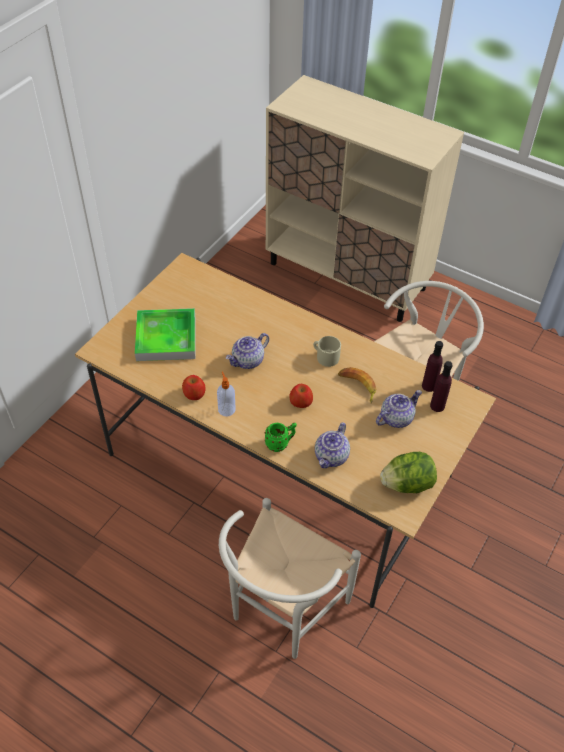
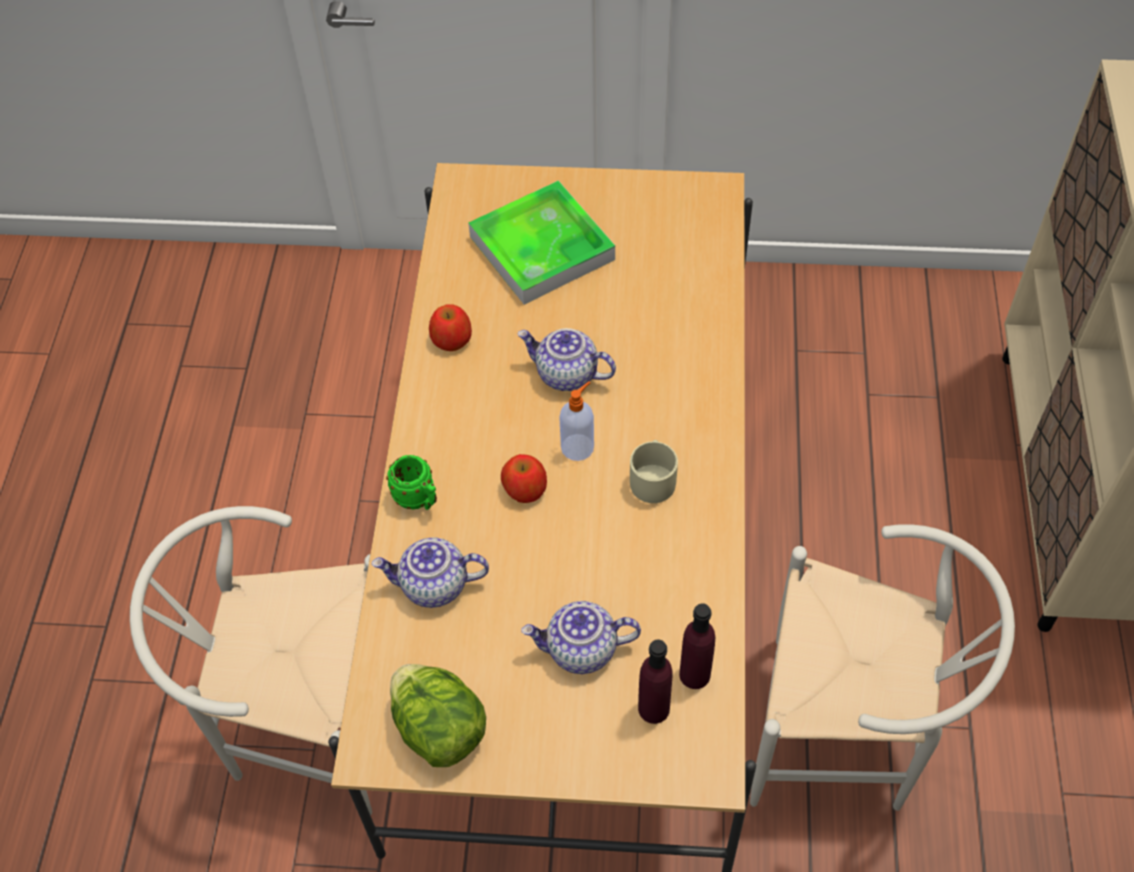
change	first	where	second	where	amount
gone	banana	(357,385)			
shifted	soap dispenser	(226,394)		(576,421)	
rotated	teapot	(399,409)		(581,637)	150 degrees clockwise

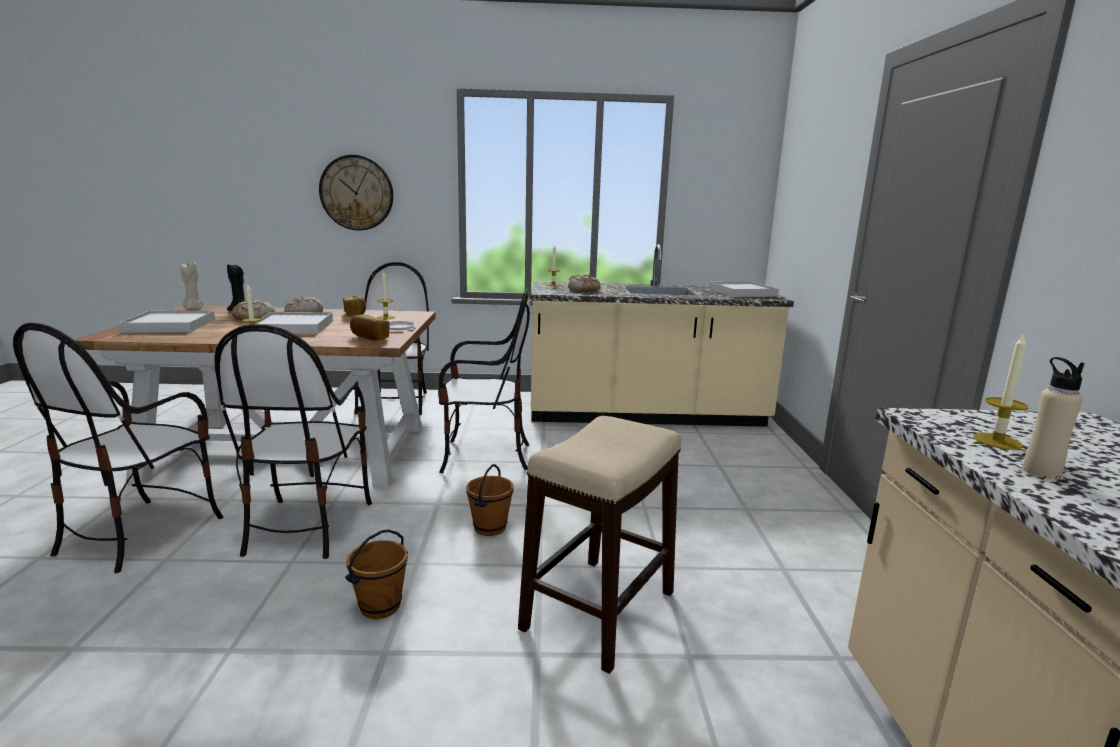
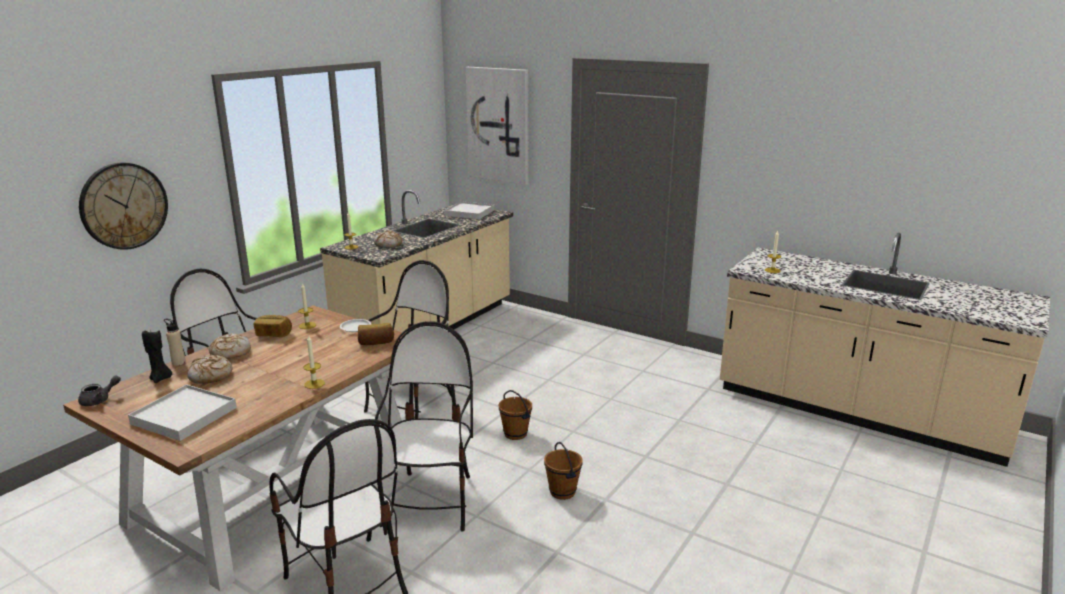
change	first	where	second	where	amount
gone	tray in white	(294,323)			
gone	stool	(599,545)			
new			picture	(497,126)	
shifted	bottle in beige	(1054,418)		(175,342)	
swapped	candle in beige	(191,285)	teapot in grey	(99,390)	
rotated	chair	(293,441)		(424,426)	120 degrees counterclockwise

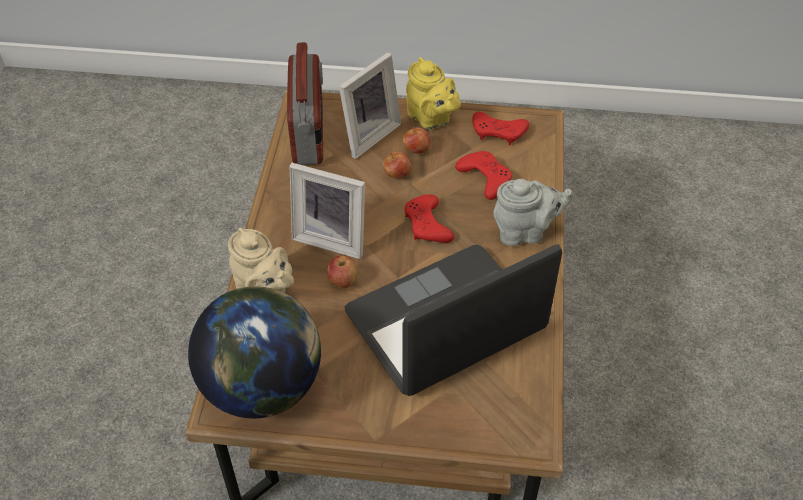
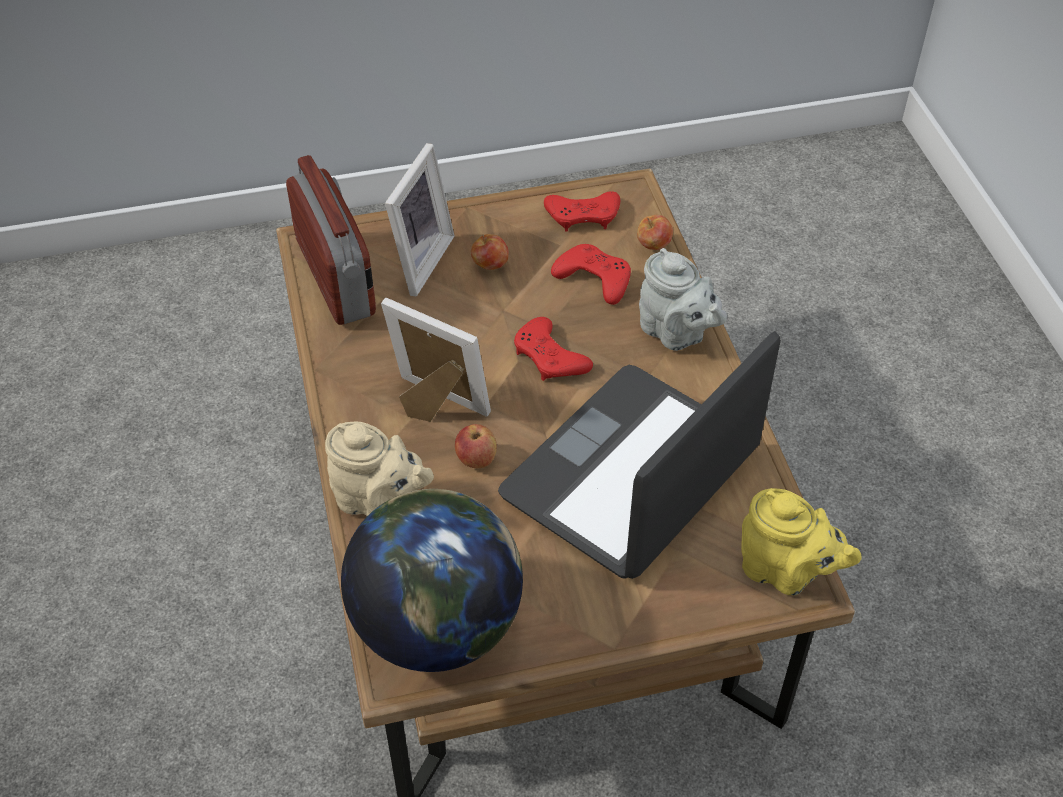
change	first	where	second	where	amount
shifted	apple	(397,165)		(655,232)	
shifted	teapot in yellow	(433,93)		(801,541)	
rotated	picture frame	(327,211)		(436,360)	150 degrees counterclockwise
rotated	teapot in grey	(534,212)		(683,299)	75 degrees clockwise

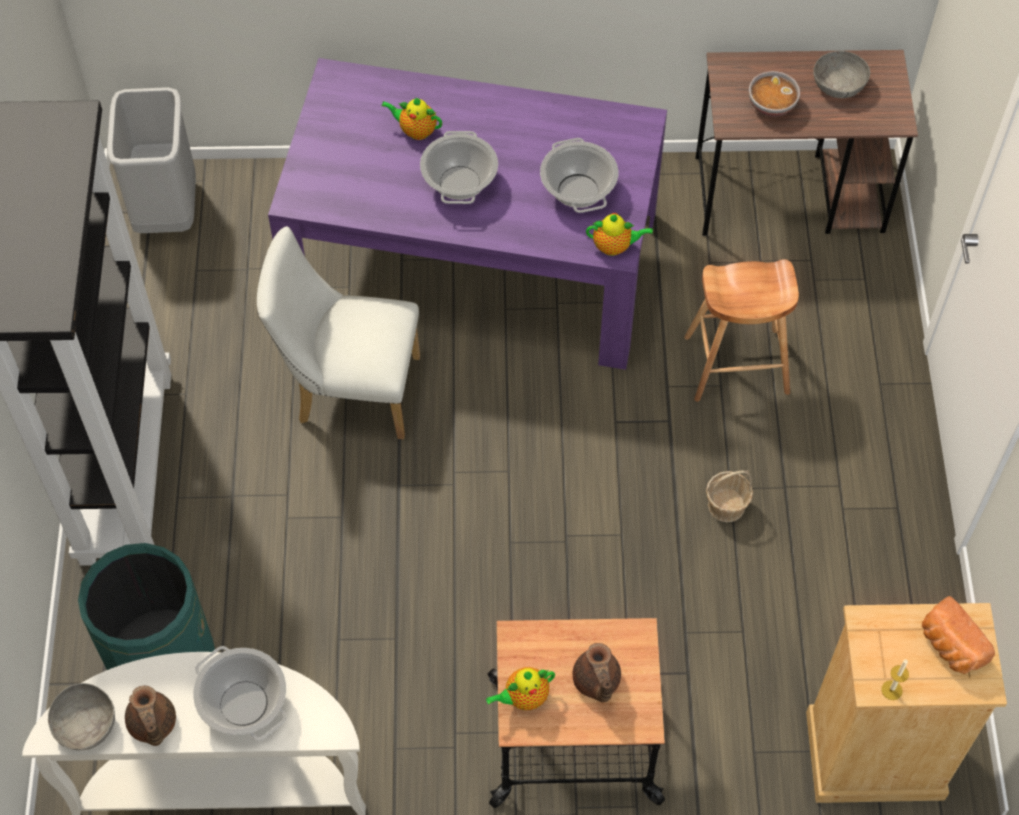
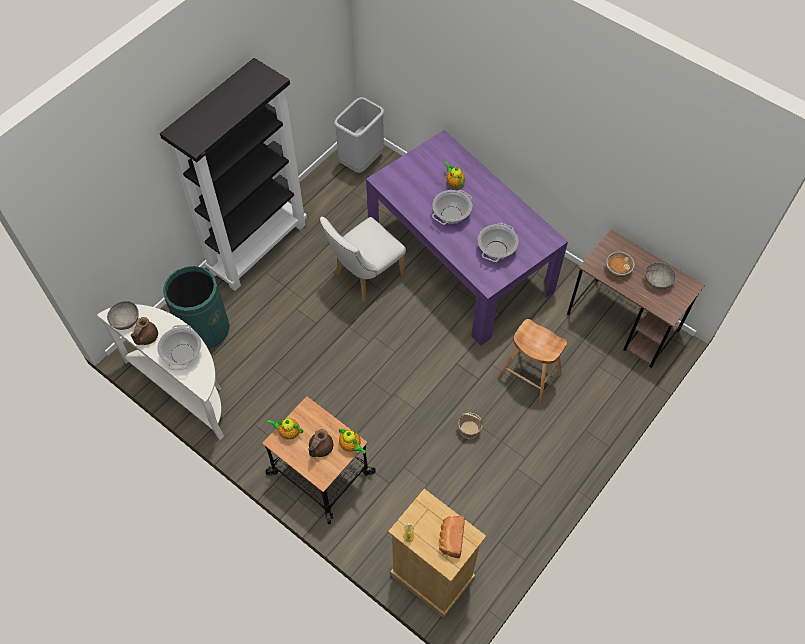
change	first	where	second	where	amount
shifted	teapot	(619,234)		(352,441)	
rotated	chair in white	(338,332)		(363,259)	90 degrees counterclockwise

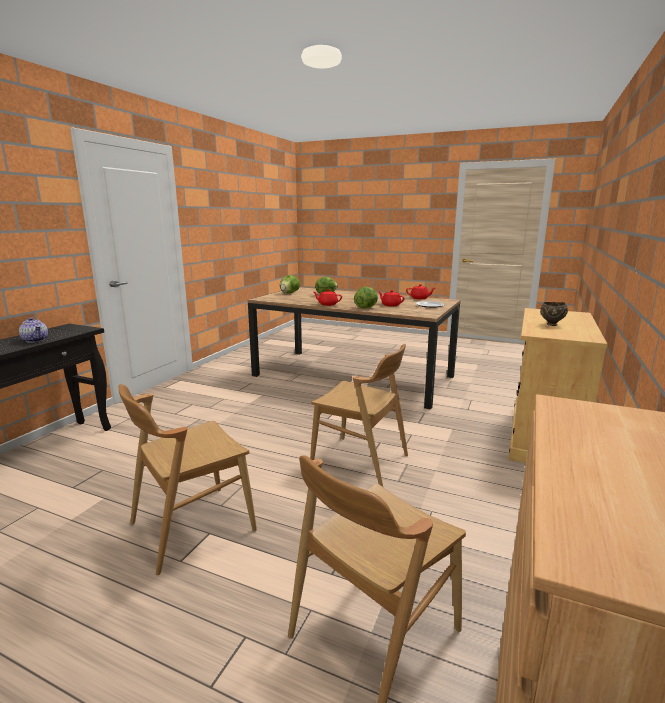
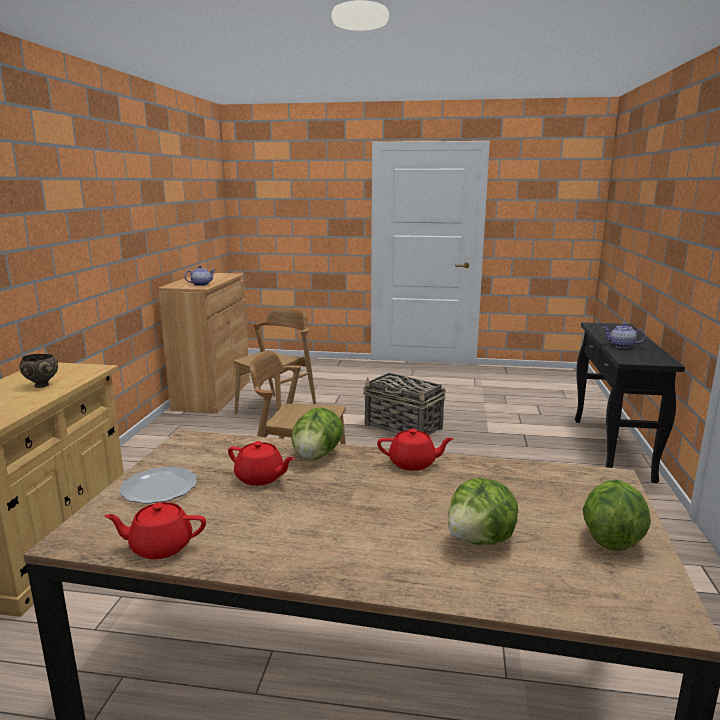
change	first	where	second	where	amount
new			teapot	(200,276)	
swapped	chair in brown	(188,479)	basket	(404,404)	

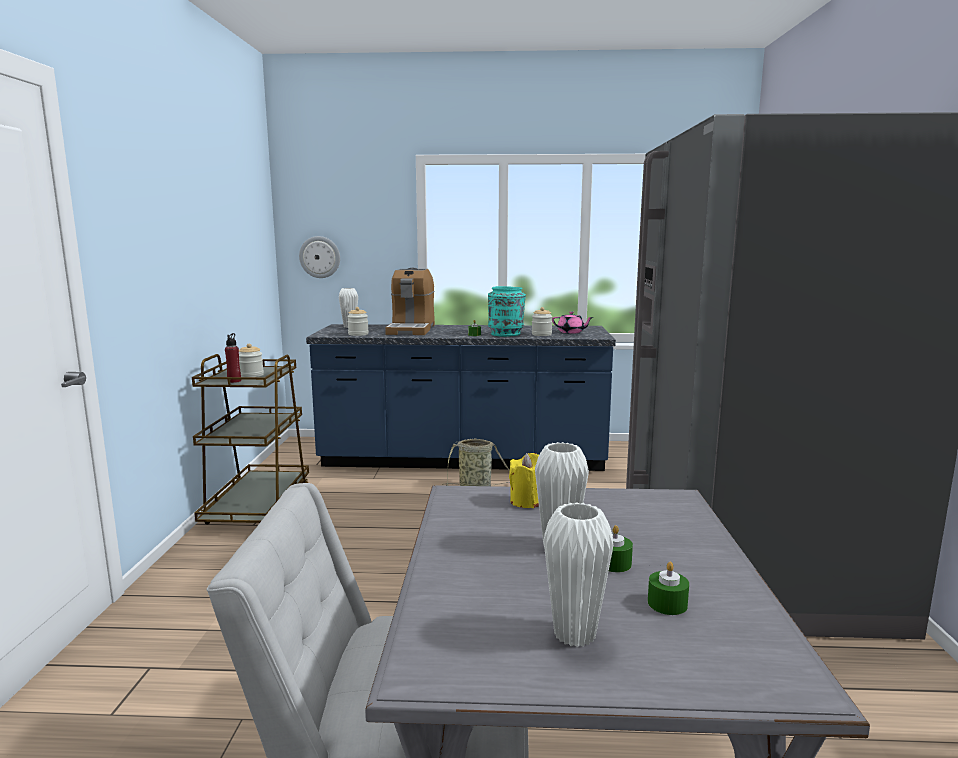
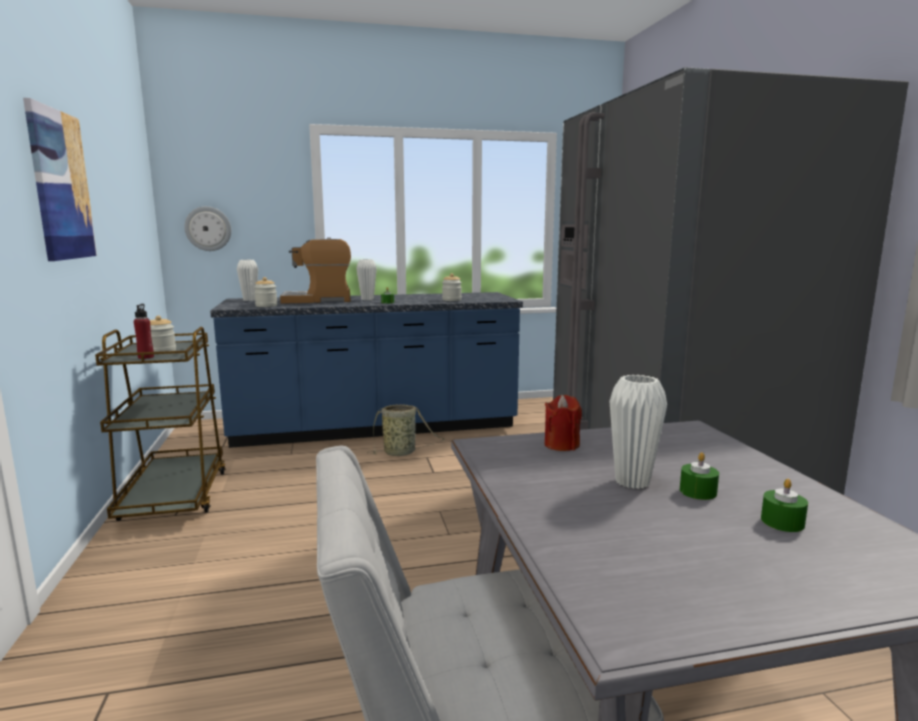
change	first	where	second	where	amount
gone	vase in turquoise	(507,311)			
gone	teapot in pink	(573,322)			
new			picture	(60,179)	
shifted	vase in white	(578,574)		(366,279)	
repainted	candle in yellow	(524,480)	candle in red	(563,423)	
rotated	coffee machine	(410,301)		(315,271)	90 degrees clockwise

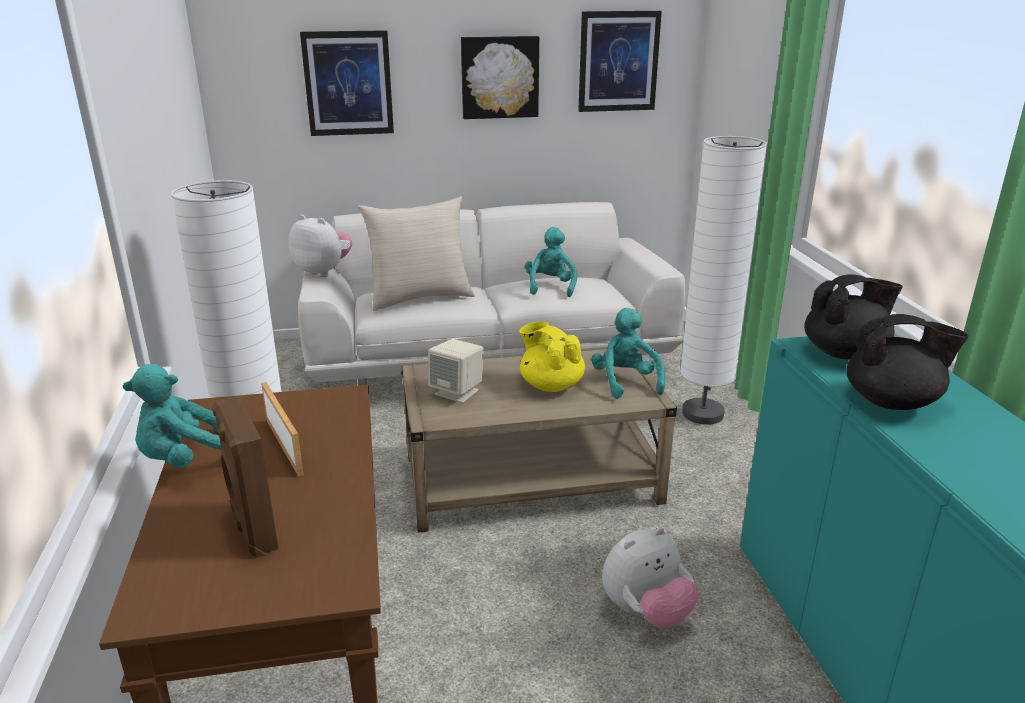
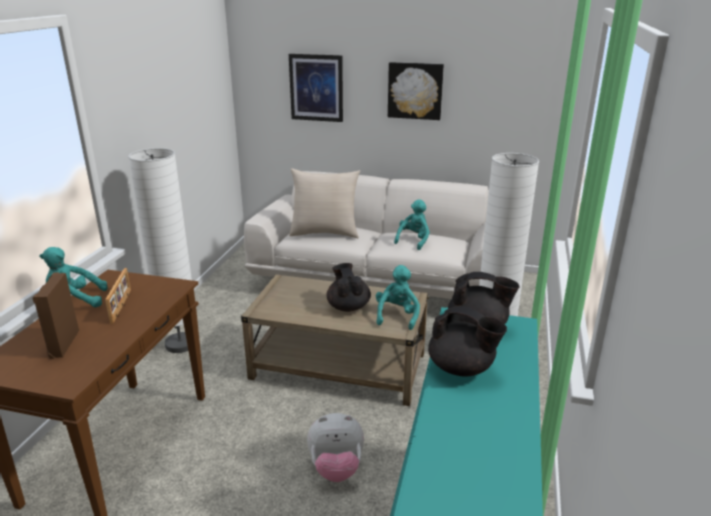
change	first	where	second	where	amount
gone	plush toy	(320,246)			
gone	speaker in beige	(456,371)			
gone	picture	(620,61)			
repainted	teapot in yellow	(552,356)	teapot in black	(348,287)	

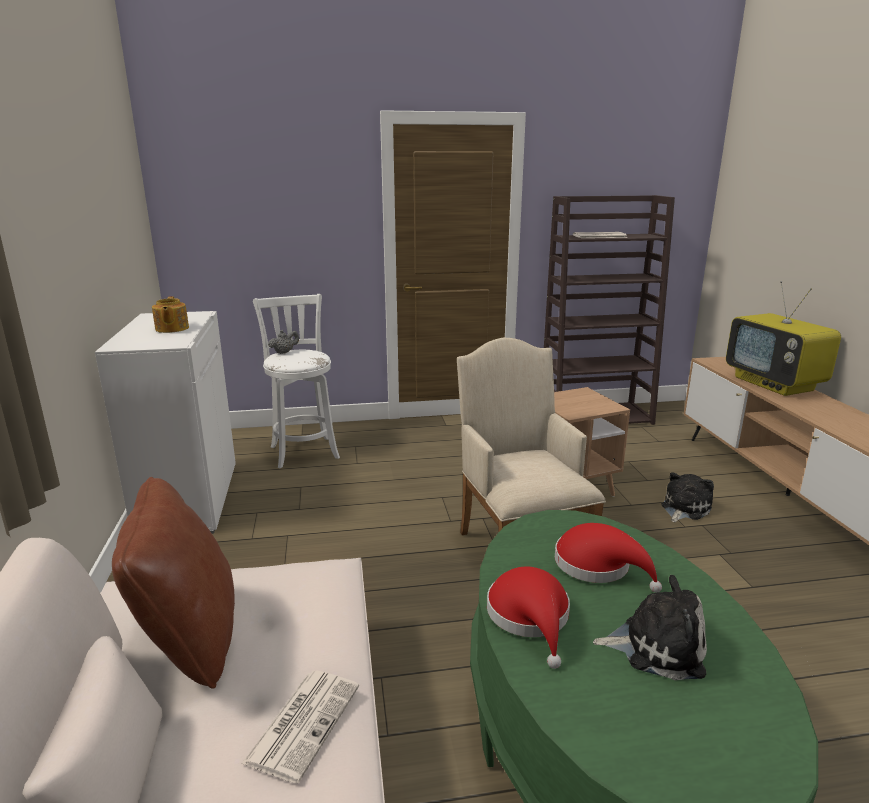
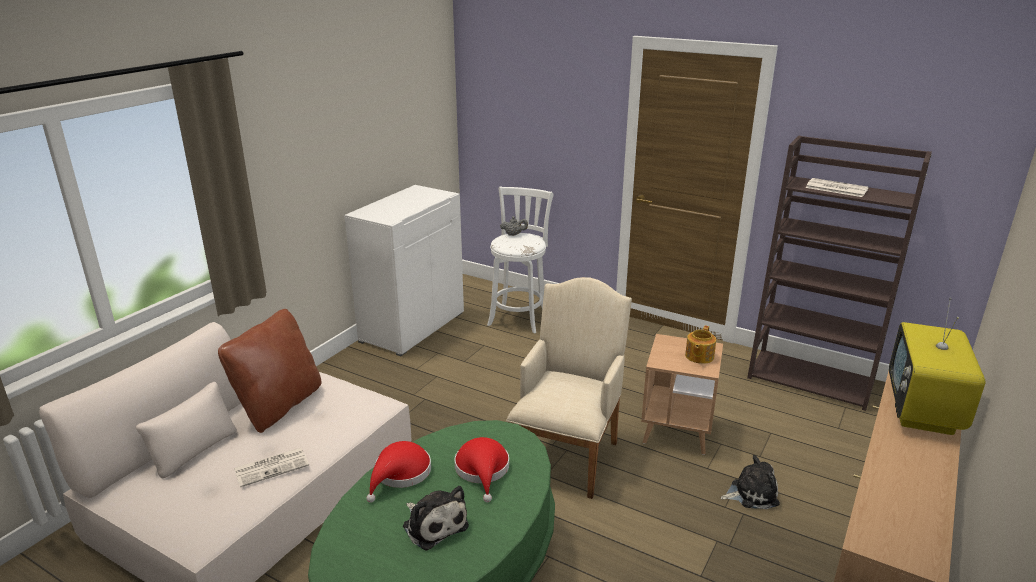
change	first	where	second	where	amount
shifted	teapot	(170,314)		(700,344)	

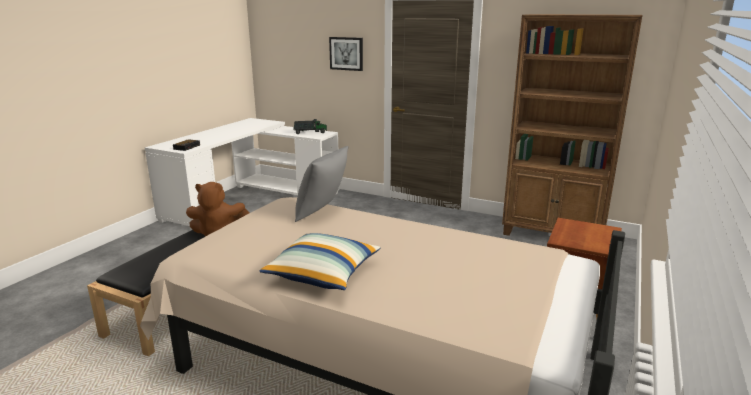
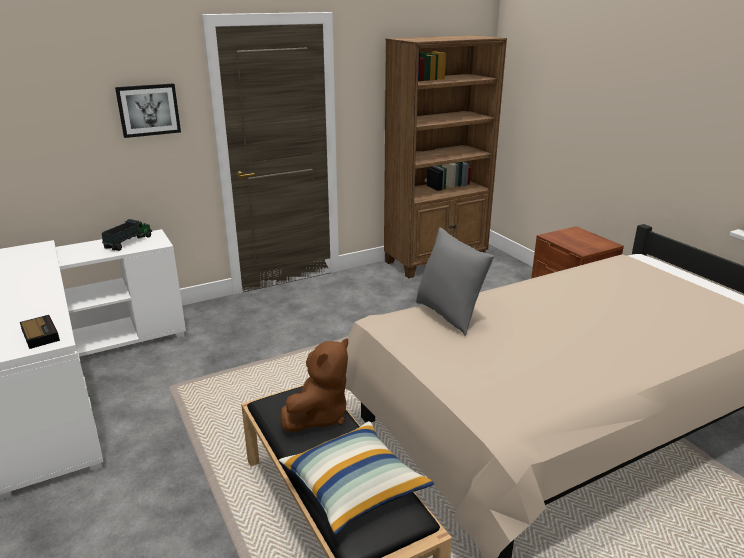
change	first	where	second	where	amount
shifted	pillow	(320,261)		(356,477)	

